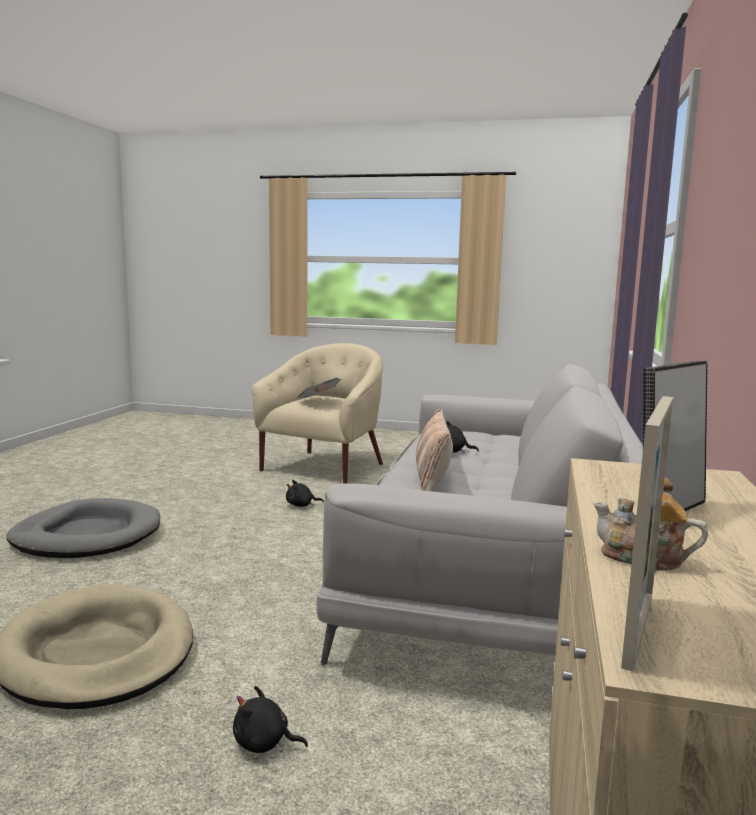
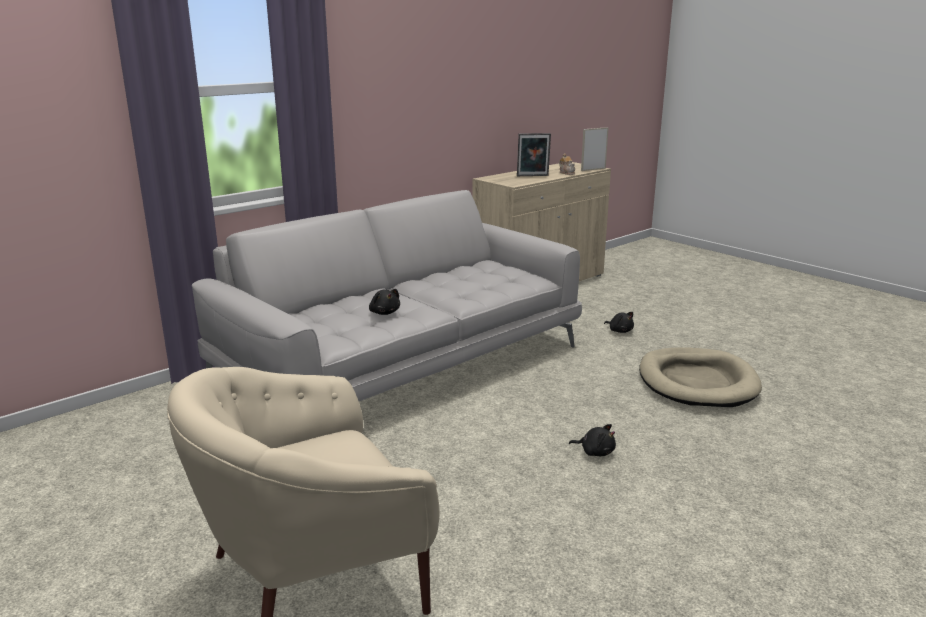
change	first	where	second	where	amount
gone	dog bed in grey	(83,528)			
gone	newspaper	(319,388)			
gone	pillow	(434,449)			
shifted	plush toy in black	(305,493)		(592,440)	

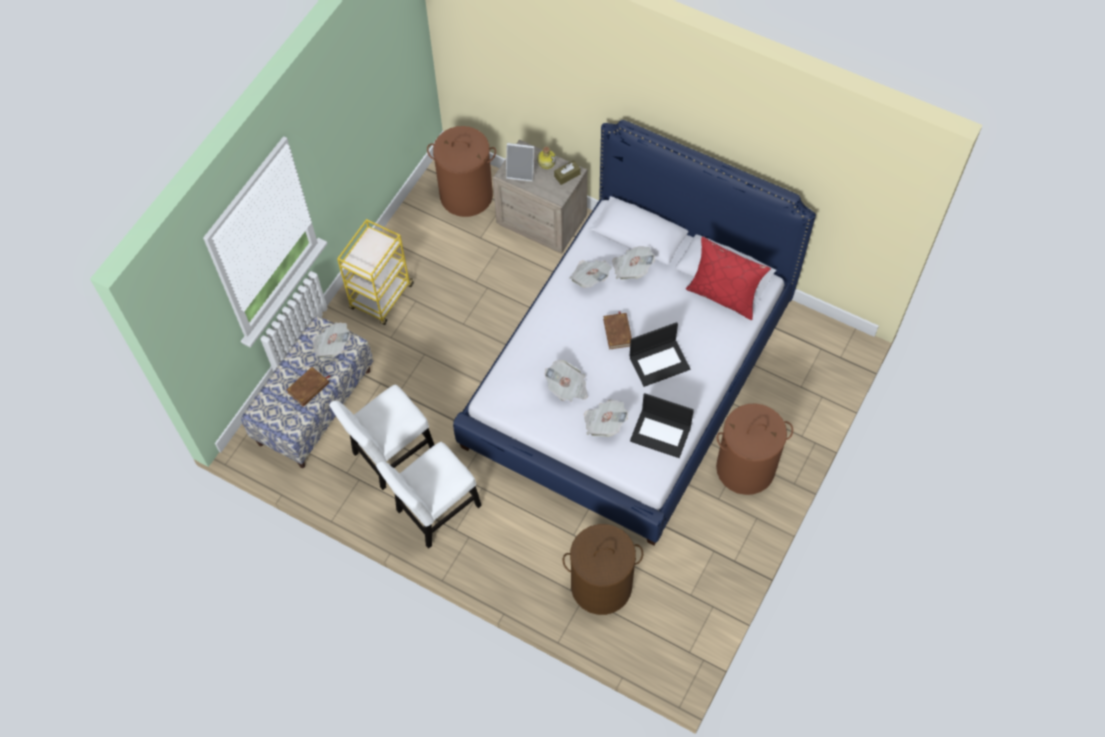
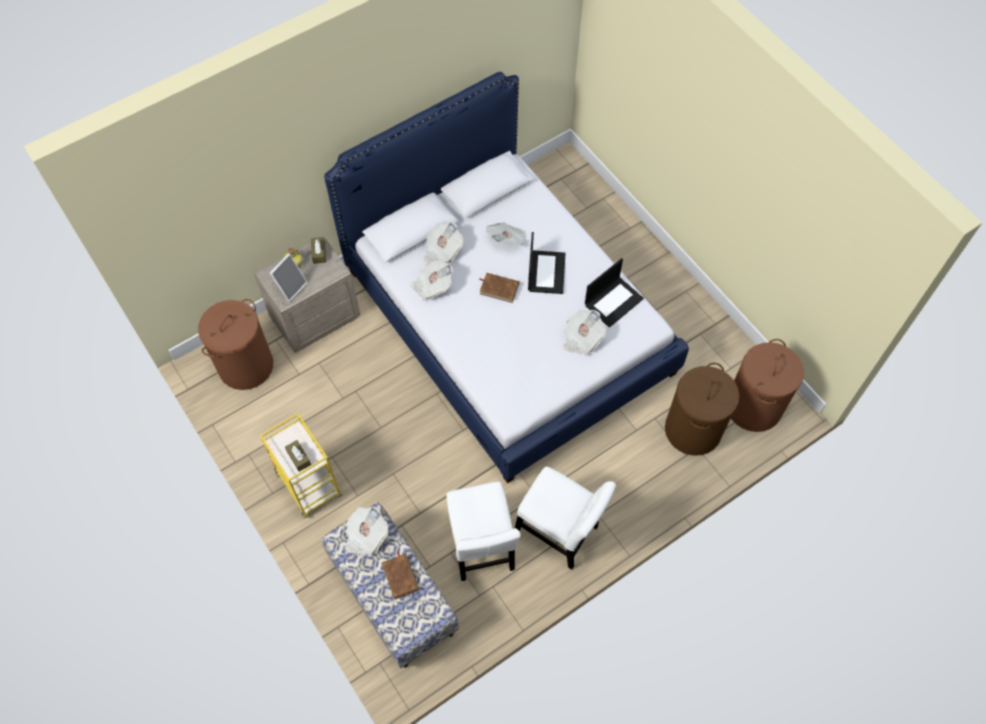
change	first	where	second	where	amount
gone	pillow in red	(728,278)			
new			tissue box in brown	(298,455)	
shifted	newspaper	(566,381)		(506,234)	
shifted	laundry basket in brown	(754,449)		(767,385)	
rotated	chair in white	(429,495)		(565,518)	45 degrees counterclockwise

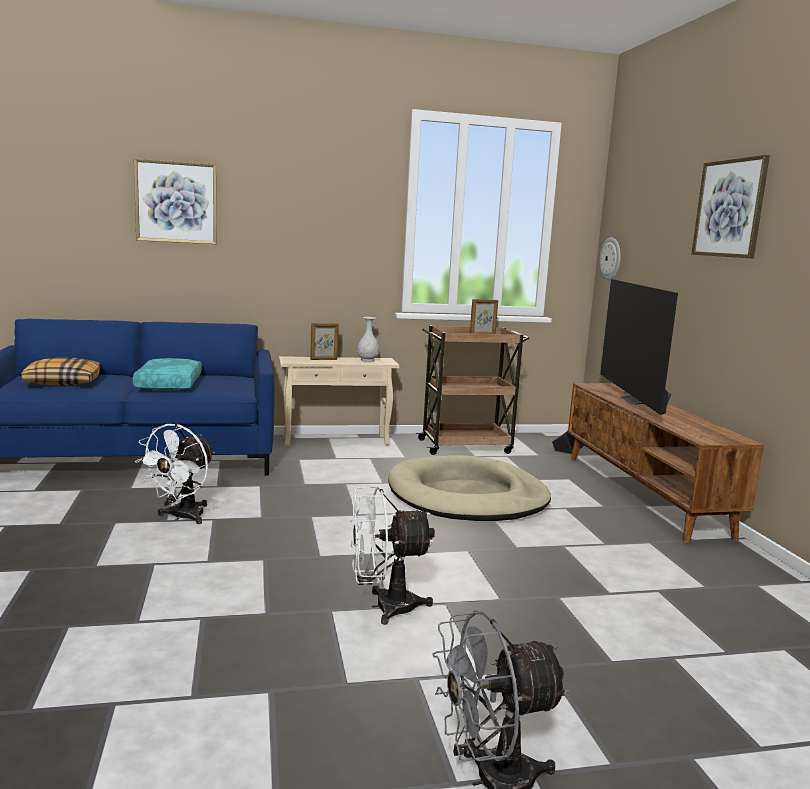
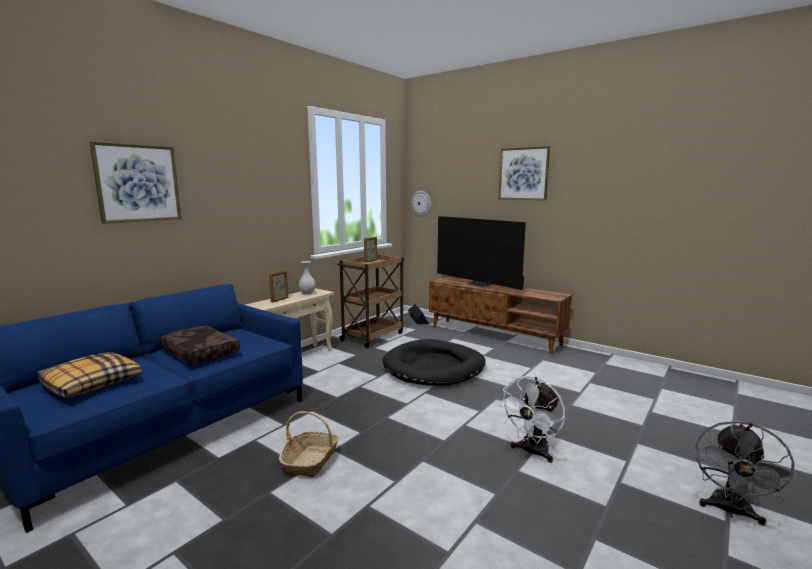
change	first	where	second	where	amount
swapped	fan in white	(175,473)	basket	(309,444)	
repainted	pillow in turquoise	(167,374)	pillow in brown	(199,345)	
repainted	dog bed in beige	(469,488)	dog bed in black	(434,362)	

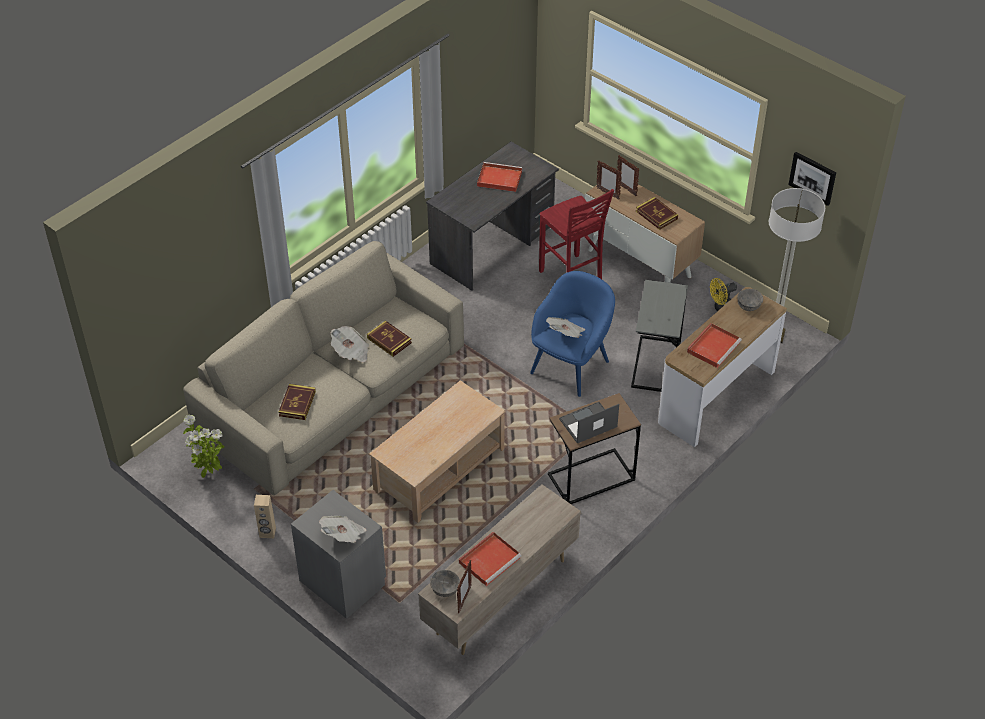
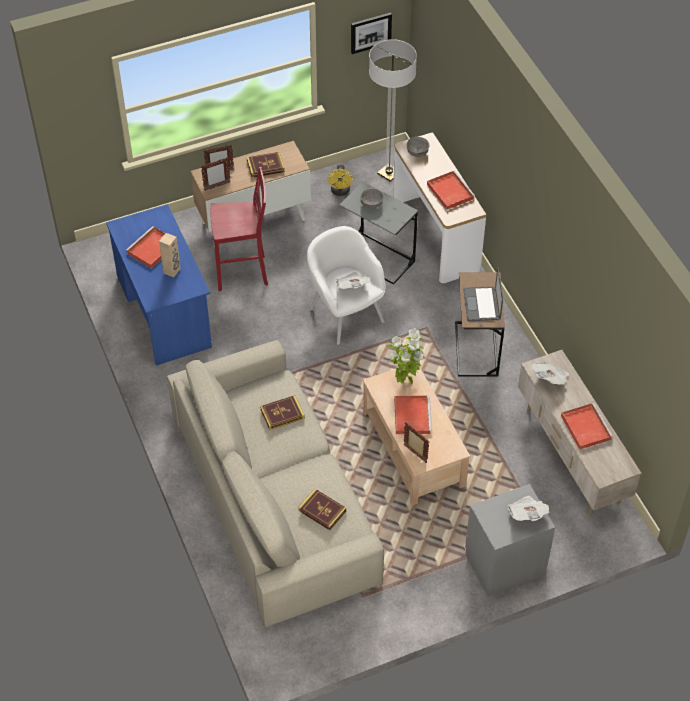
change	first	where	second	where	amount
new			tray in red	(413,415)	
shifted	potted plant	(204,446)		(405,356)	
shifted	speaker in beige	(265,516)		(170,255)	
shifted	newspaper	(350,344)		(550,373)	
shifted	bowl in grey	(445,583)		(372,198)	
shifted	picture frame	(464,586)		(416,442)	
repainted	desk in grey	(492,216)	desk in blue	(159,285)	
repainted	armchair in blue	(572,334)	armchair in white	(346,285)	

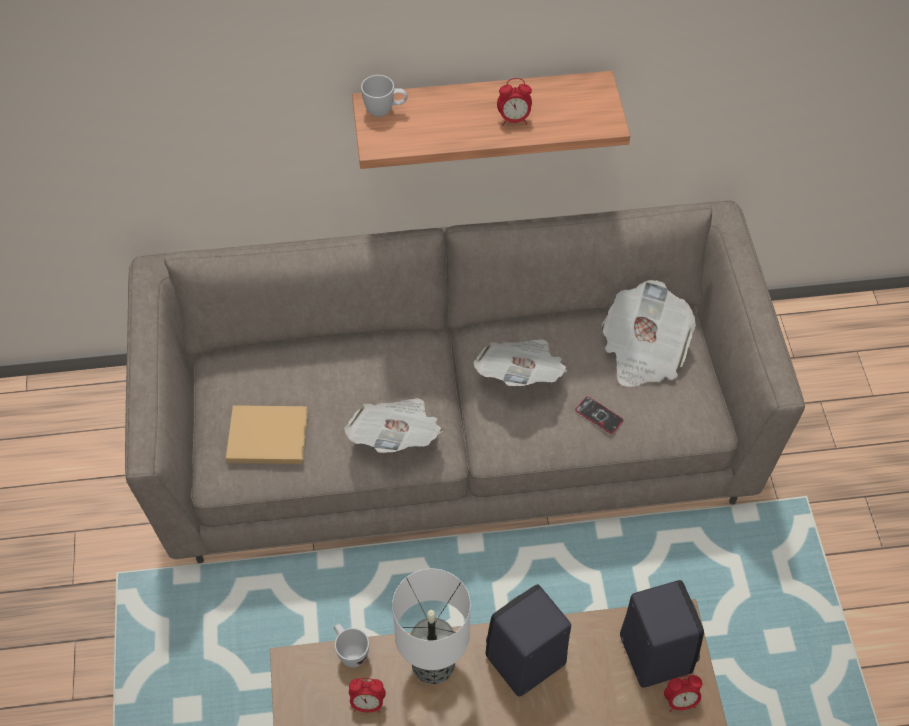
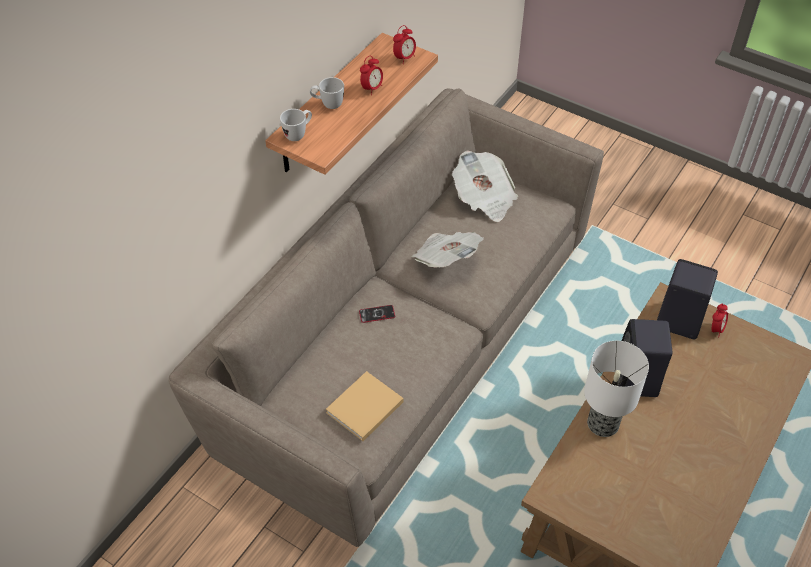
change	first	where	second	where	amount
gone	newspaper	(393,425)			
shifted	mug in white	(351,646)		(327,93)	
shifted	alarm clock	(367,695)		(404,44)	
shifted	phone	(599,415)		(377,314)	

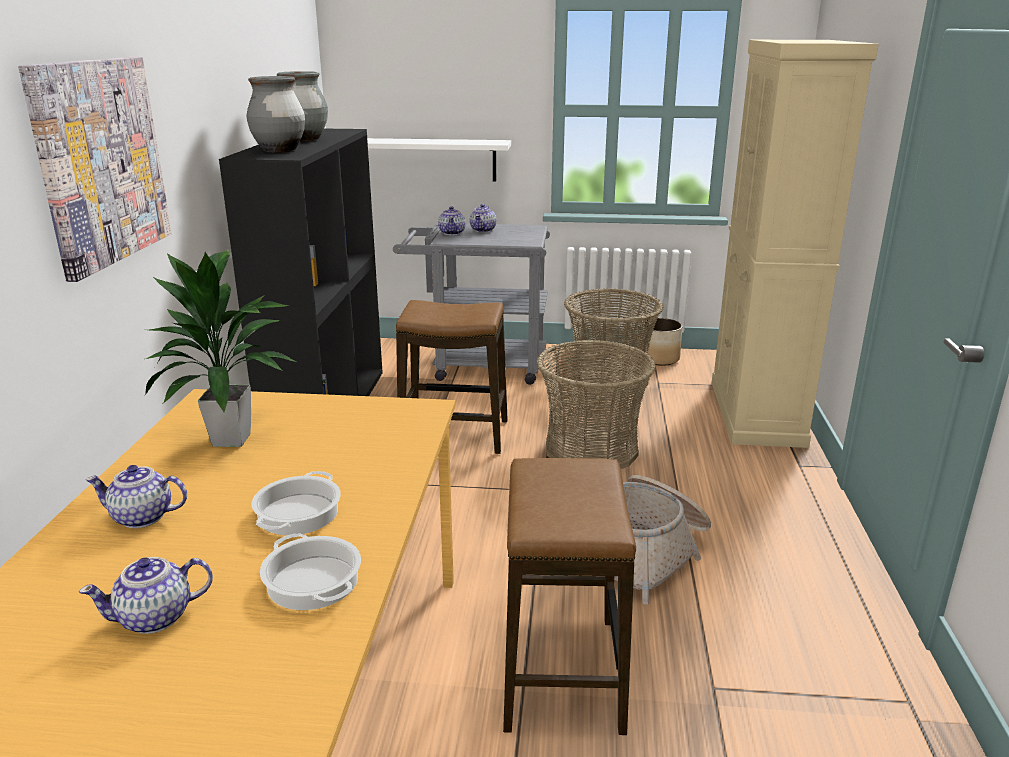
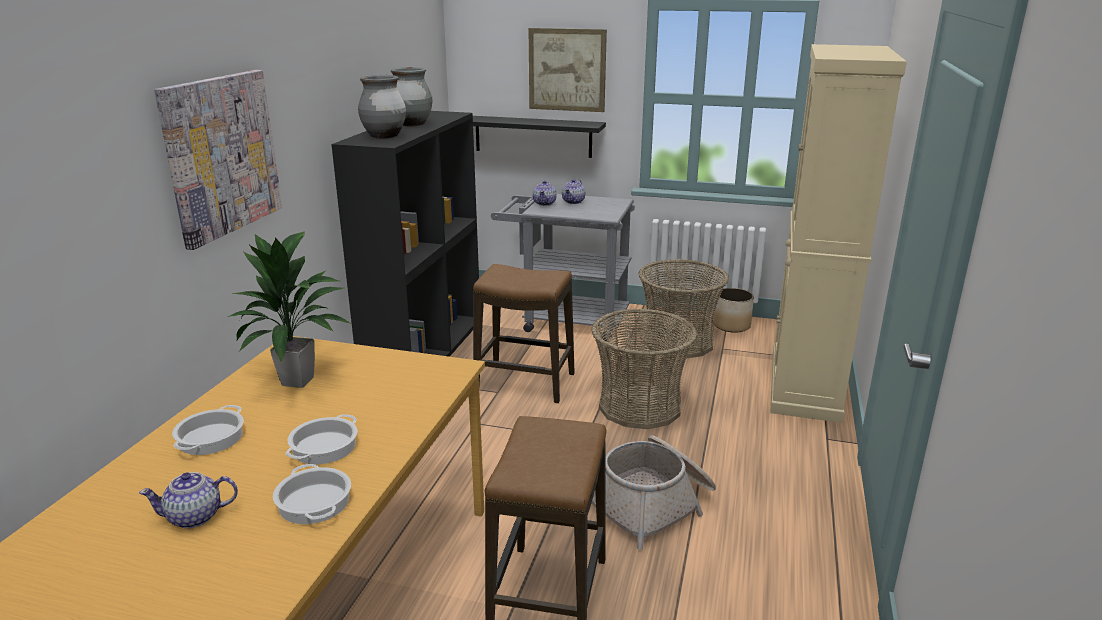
change	first	where	second	where	amount
new			picture	(568,70)	
swapped	teapot	(136,496)	cooking pot	(208,430)	
repainted	shelf in white	(439,160)	shelf in black	(539,137)	

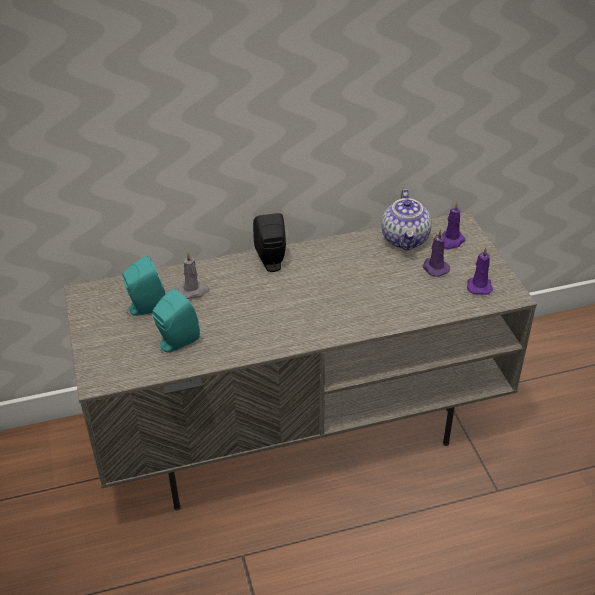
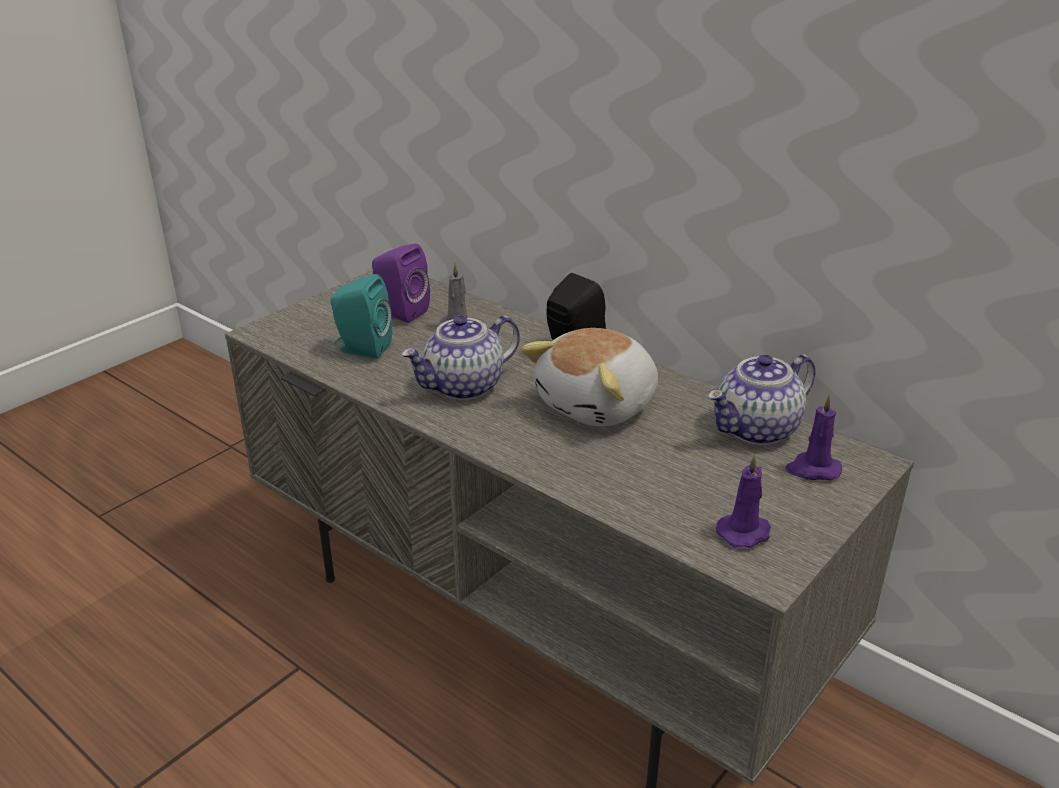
change	first	where	second	where	amount
gone	candle in purple	(436,253)			
new			teapot	(460,357)	
new			plush toy	(589,377)	
repainted	speaker in turquoise	(143,286)	speaker in purple	(401,283)	

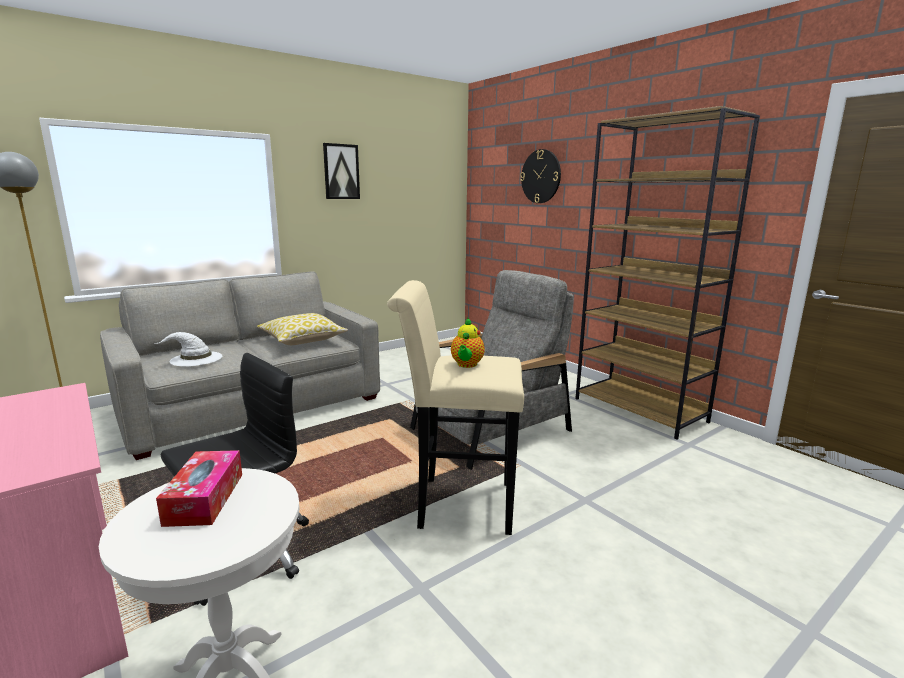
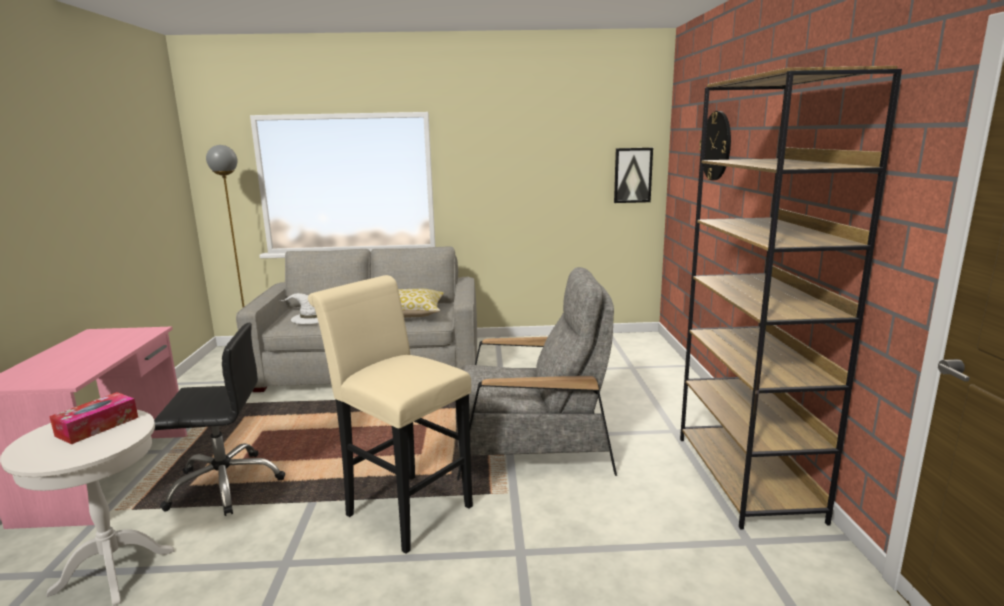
change	first	where	second	where	amount
gone	teapot	(468,343)			
shifted	picture	(341,171)		(633,175)	

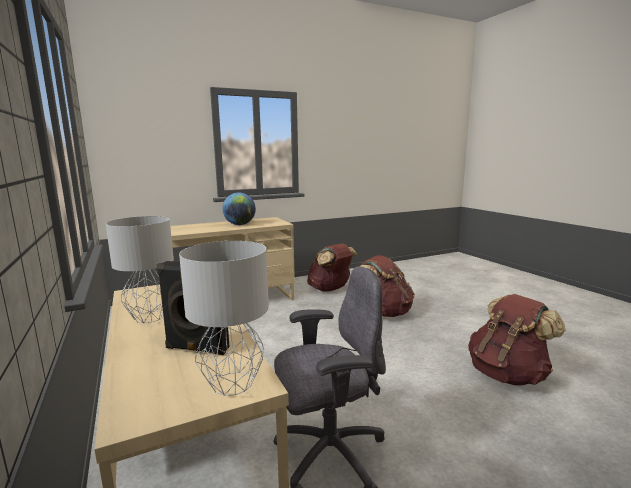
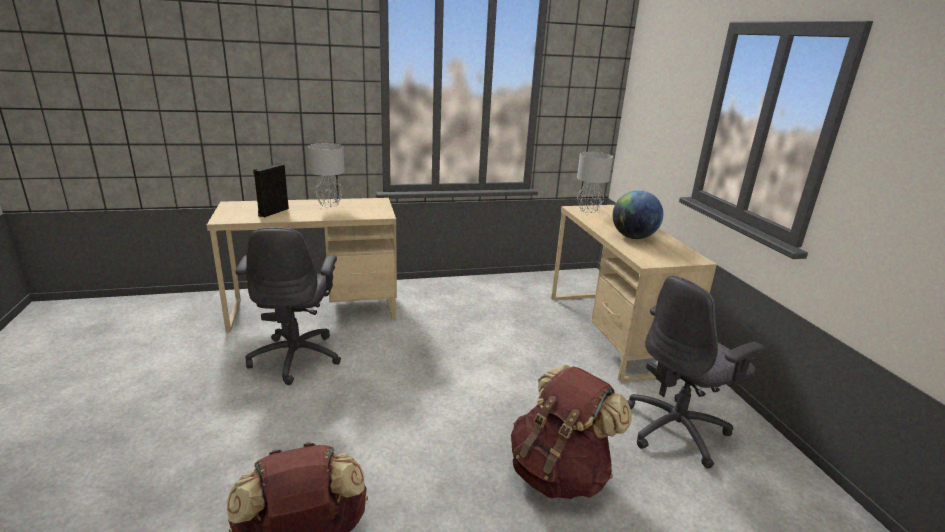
change	first	where	second	where	amount
shifted	table lamp in grey	(224,318)		(595,182)	
swapped	backpack in brown	(332,268)	office chair in grey	(696,372)	

